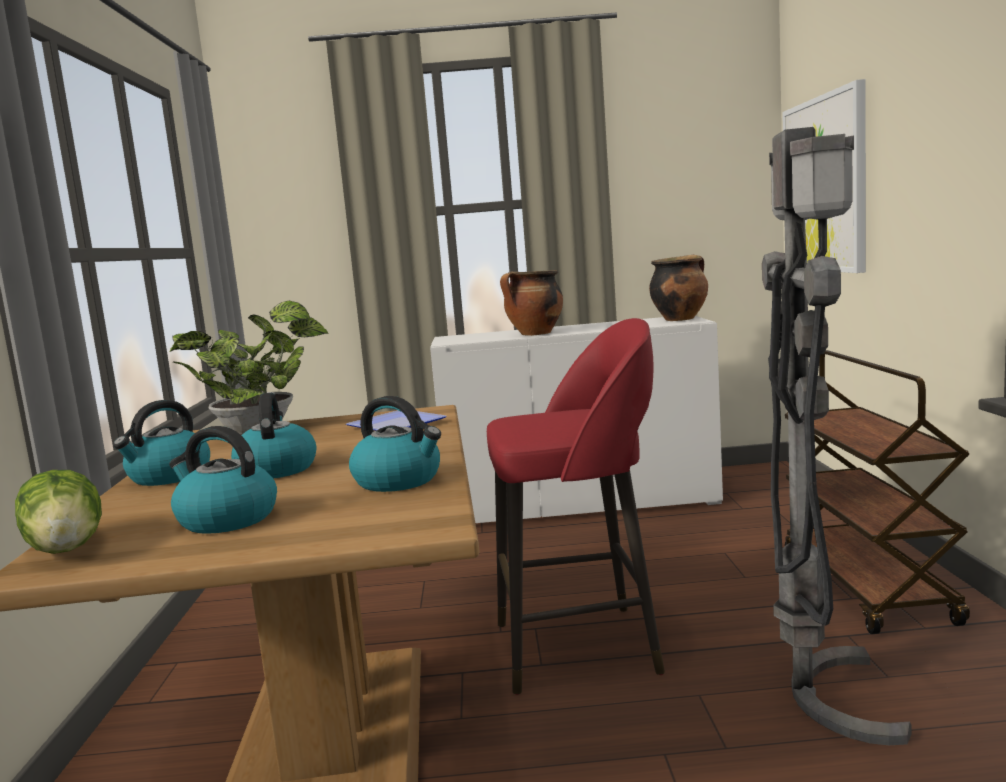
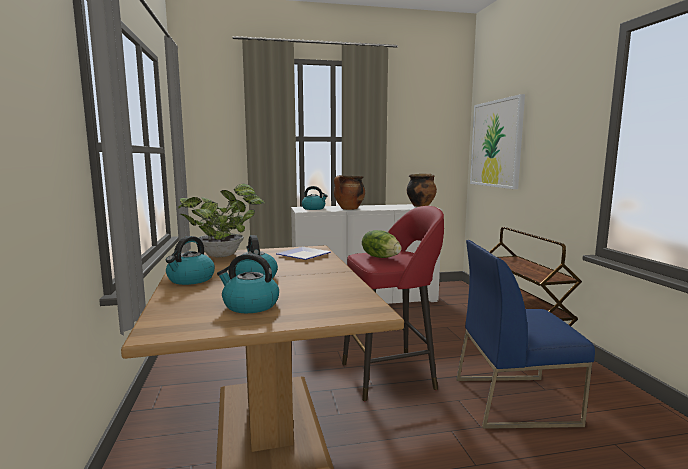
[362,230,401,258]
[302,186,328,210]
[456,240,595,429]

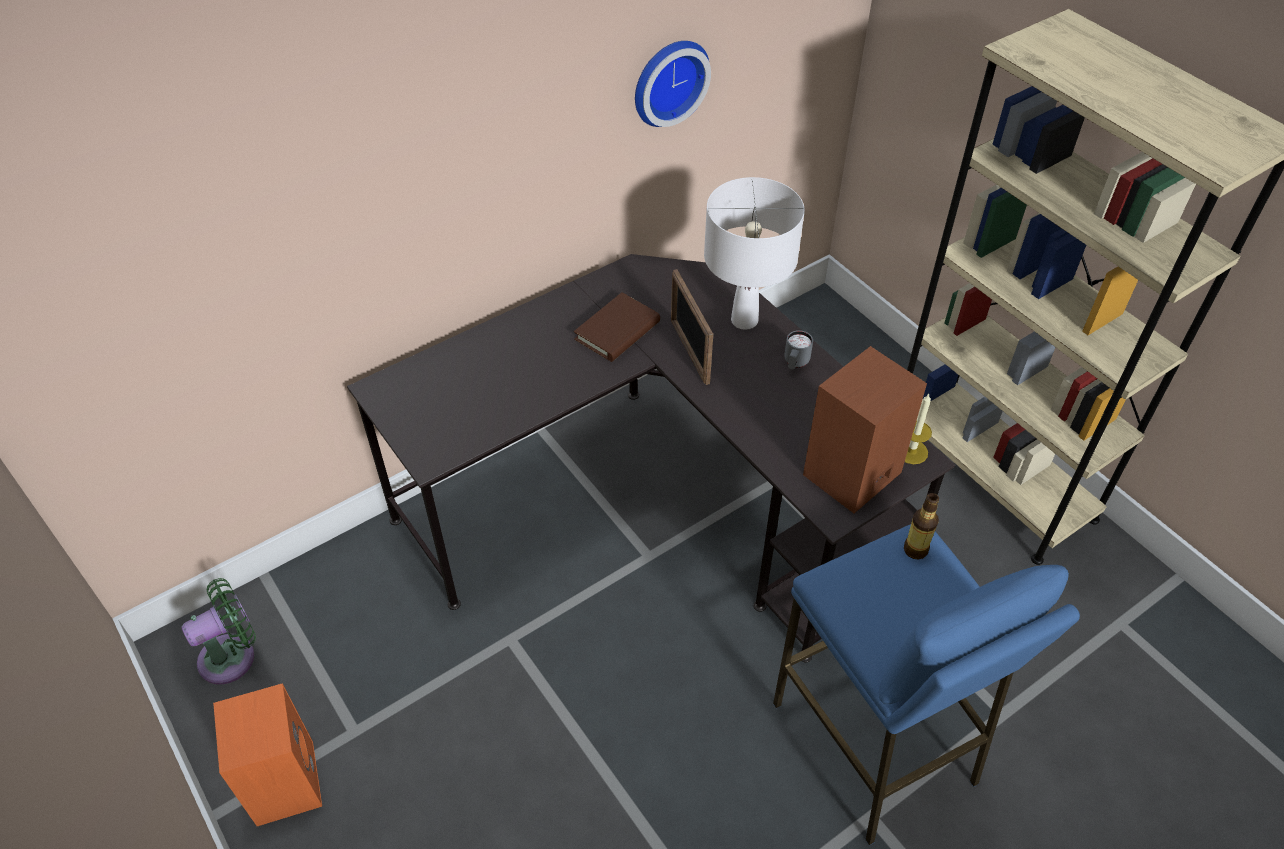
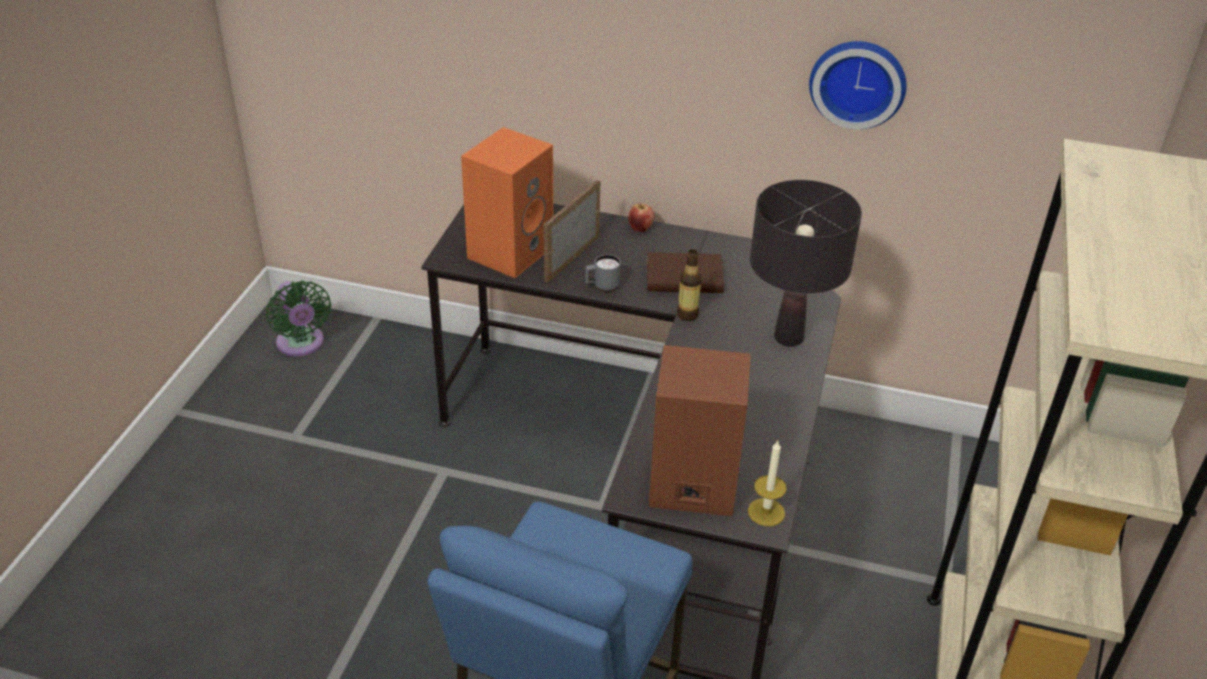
[266,281,331,356]
[461,127,553,278]
[544,180,600,283]
[750,180,862,347]
[585,254,621,292]
[677,249,702,321]
[628,204,654,232]

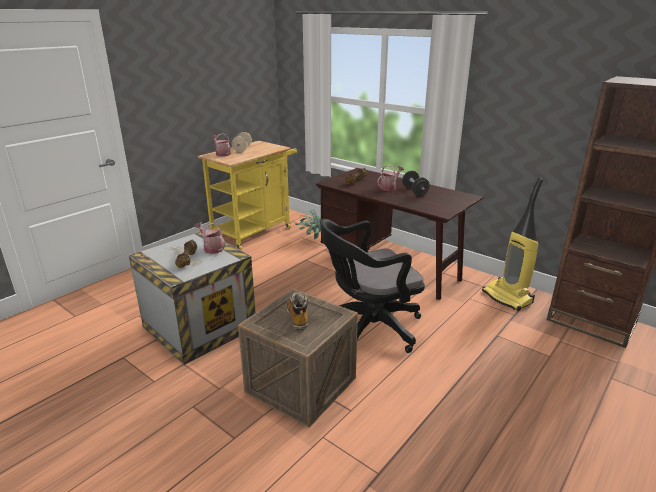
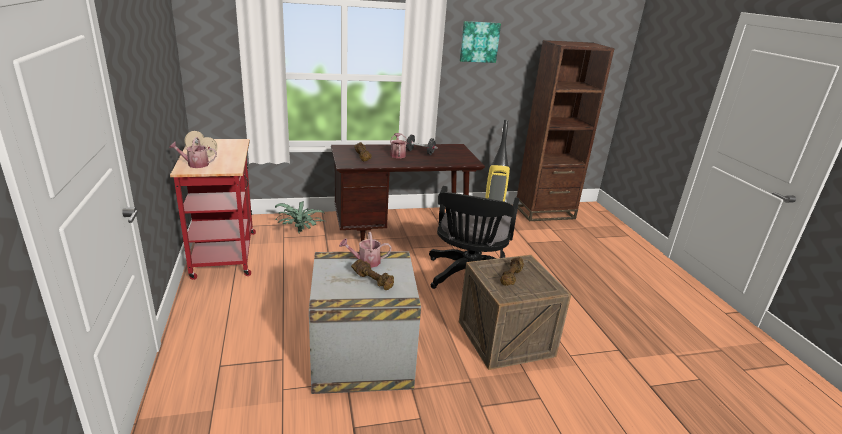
[170,139,256,280]
[500,257,524,286]
[460,21,501,63]

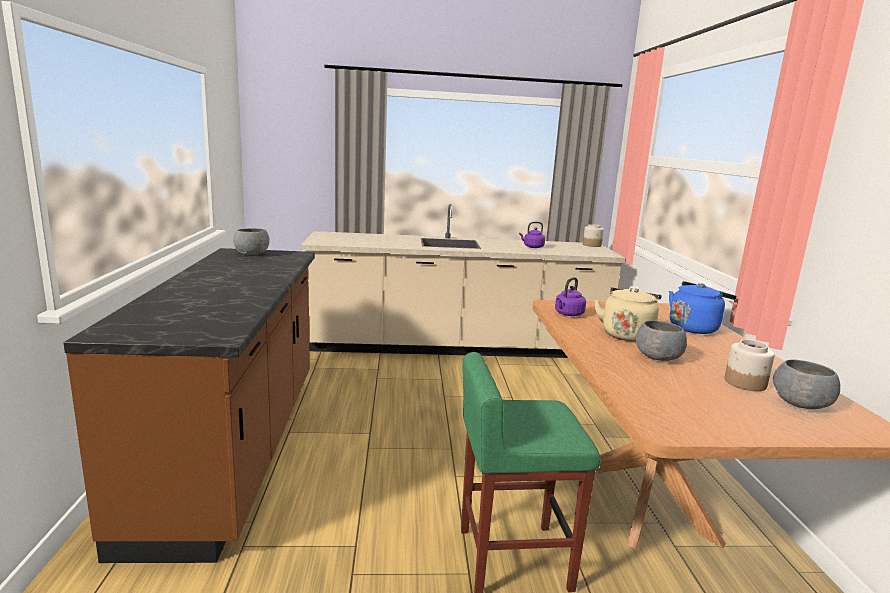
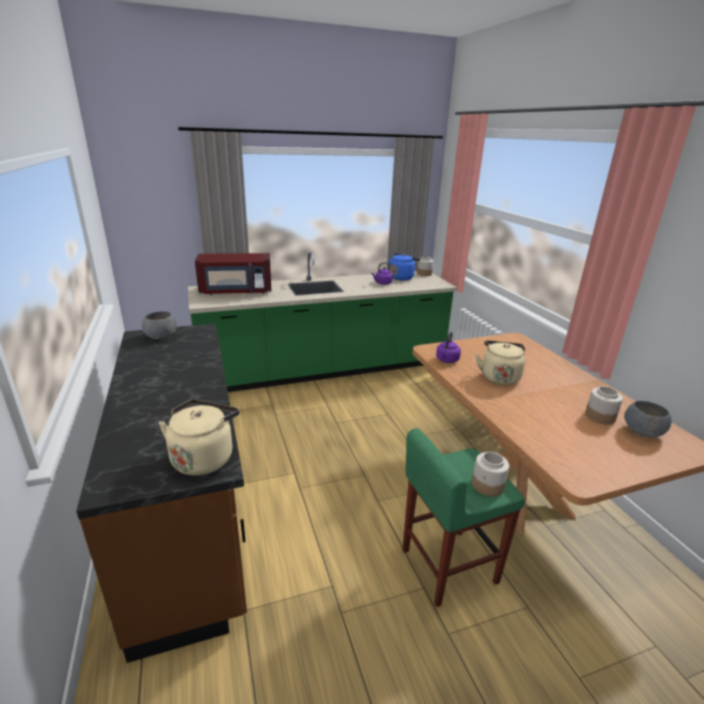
[188,252,457,392]
[636,320,687,361] (first image)
[388,253,420,280]
[159,399,239,476]
[195,253,271,295]
[472,452,509,496]

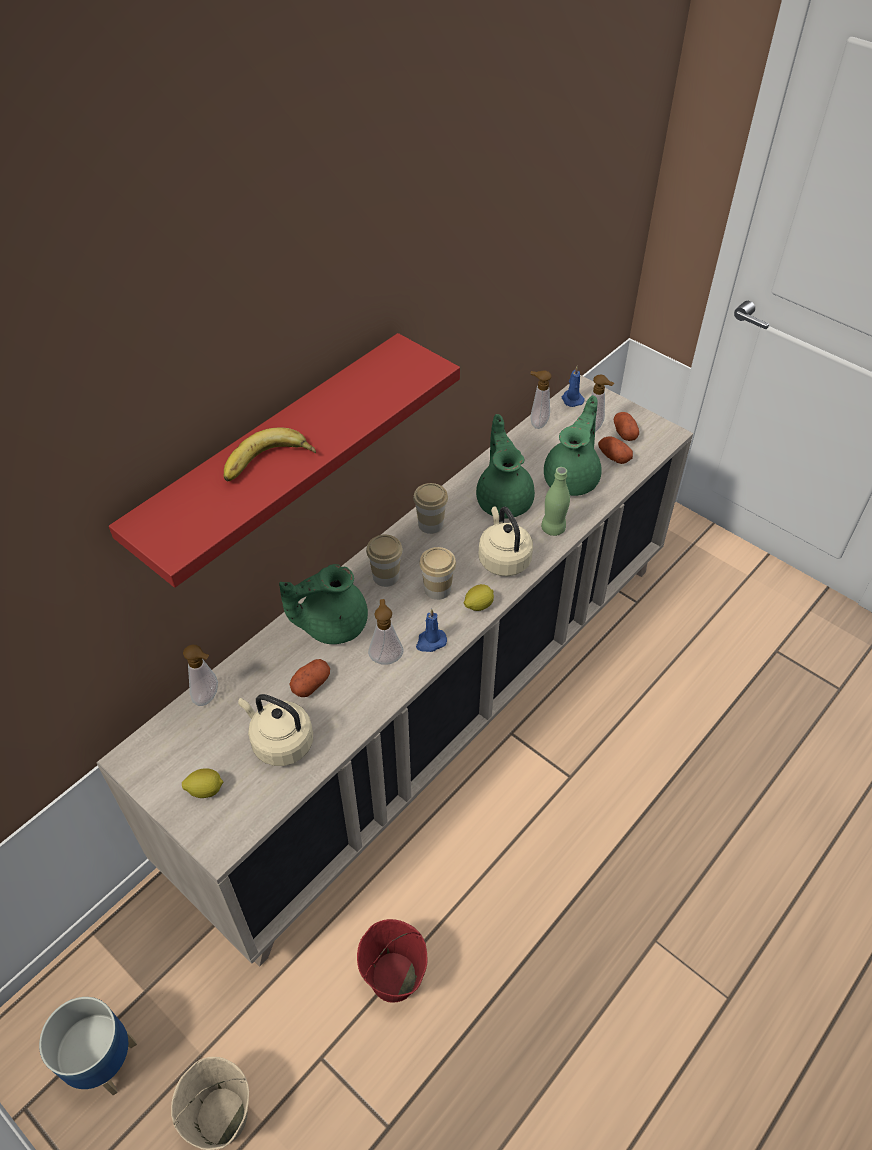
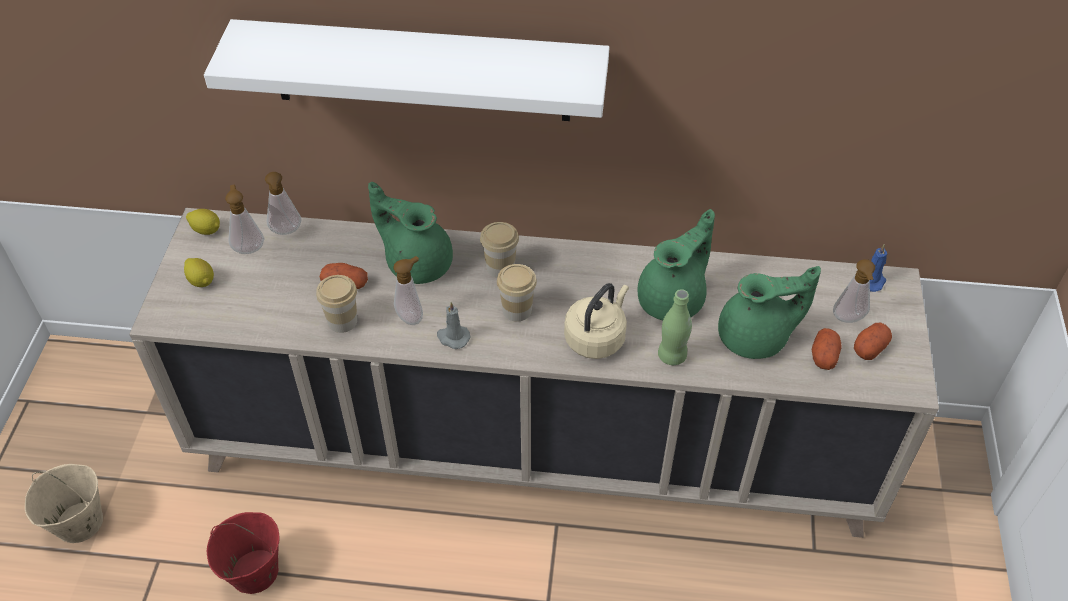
[39,997,137,1095] (first image)
[204,19,609,121]
[224,428,316,481] (first image)
[238,694,313,766] (first image)
[316,275,357,333]
[437,302,471,349]
[186,209,220,235]
[225,185,265,254]

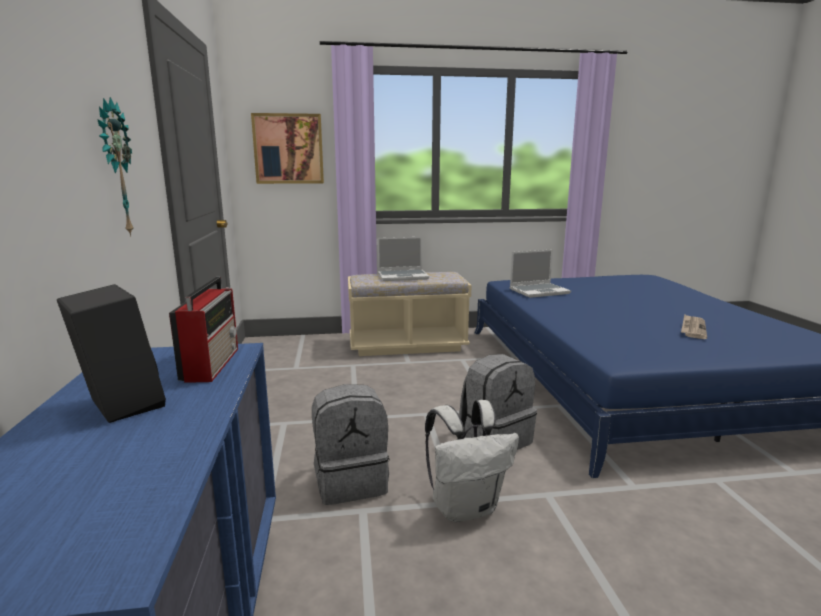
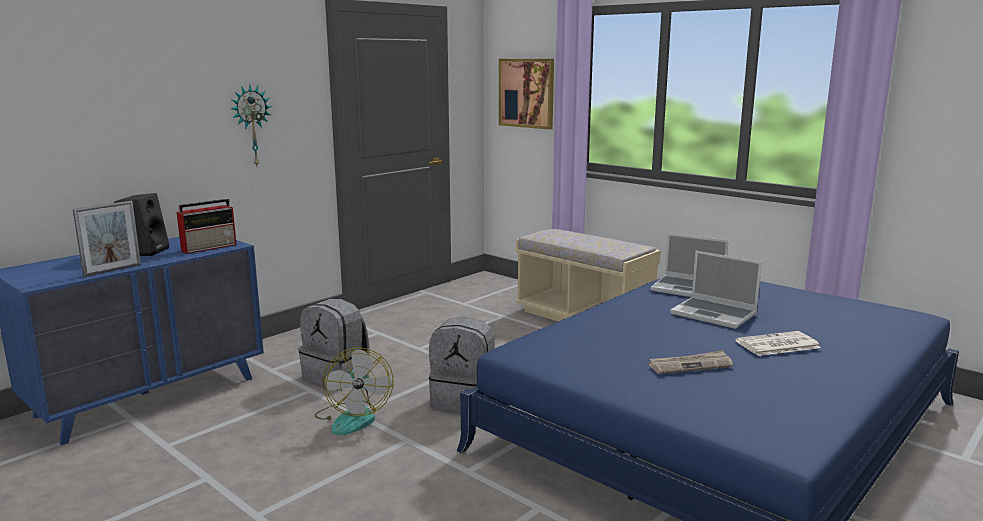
[670,251,762,329]
[315,348,393,435]
[73,201,141,277]
[735,331,821,356]

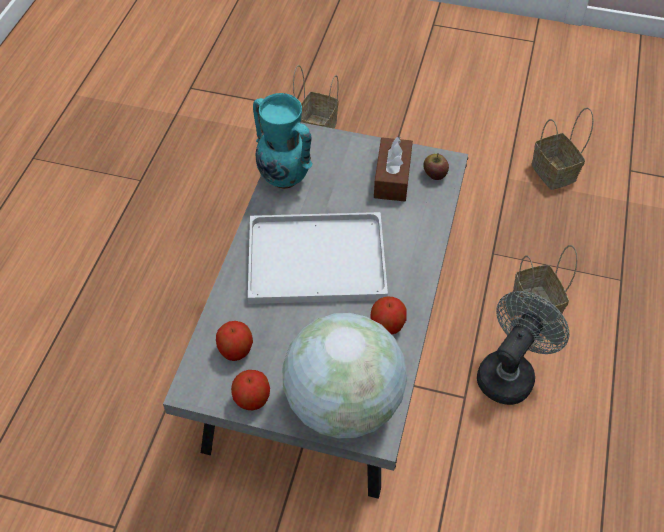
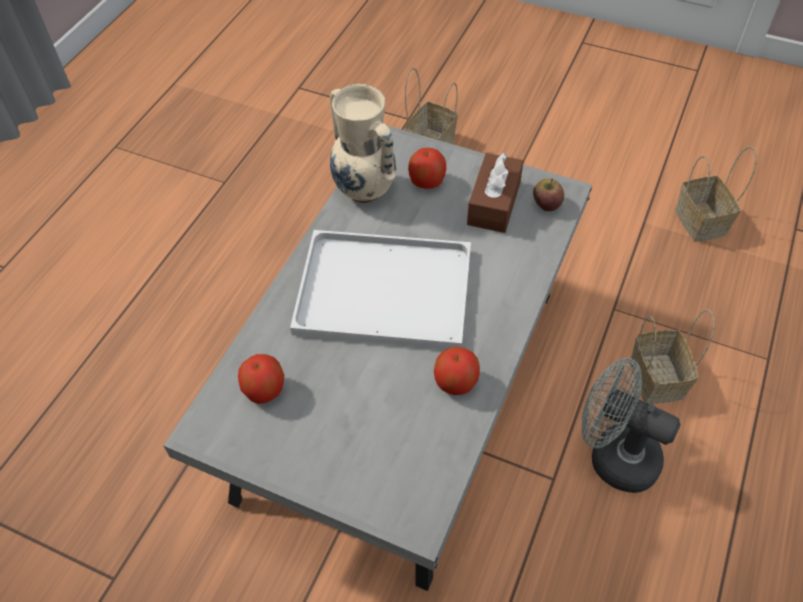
[408,148,446,189]
[330,84,396,203]
[283,313,407,439] (first image)
[582,358,681,493]

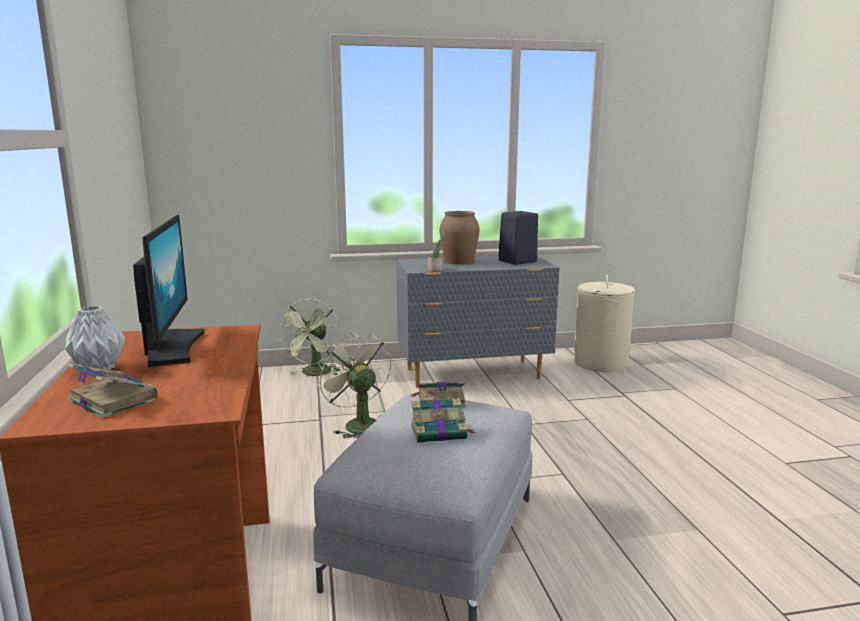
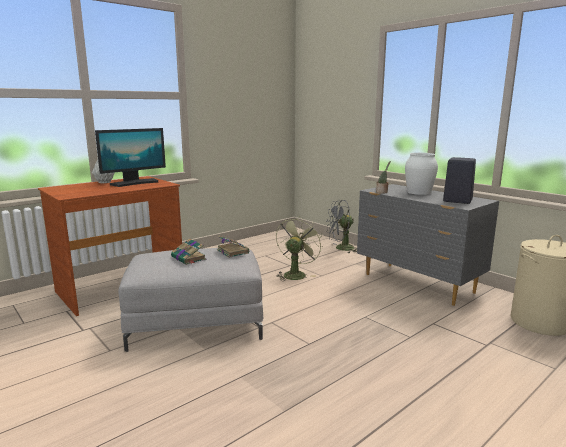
[68,363,158,418] (first image)
[326,200,357,253]
[405,153,438,195]

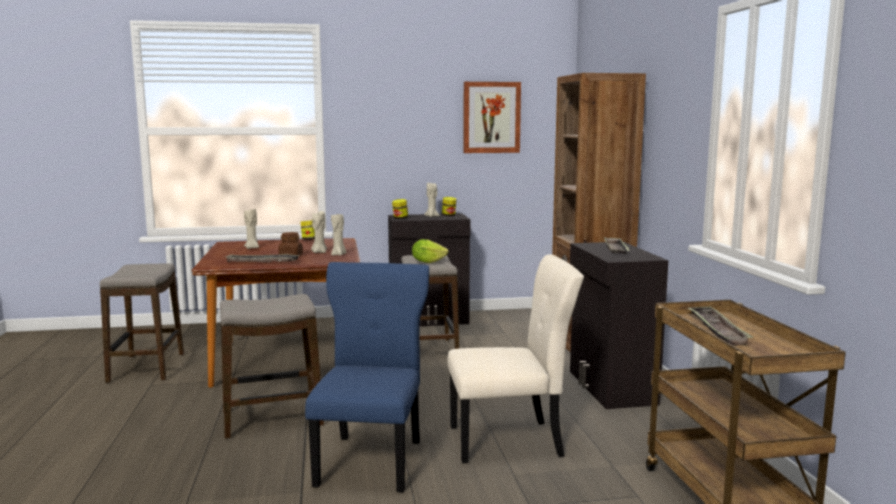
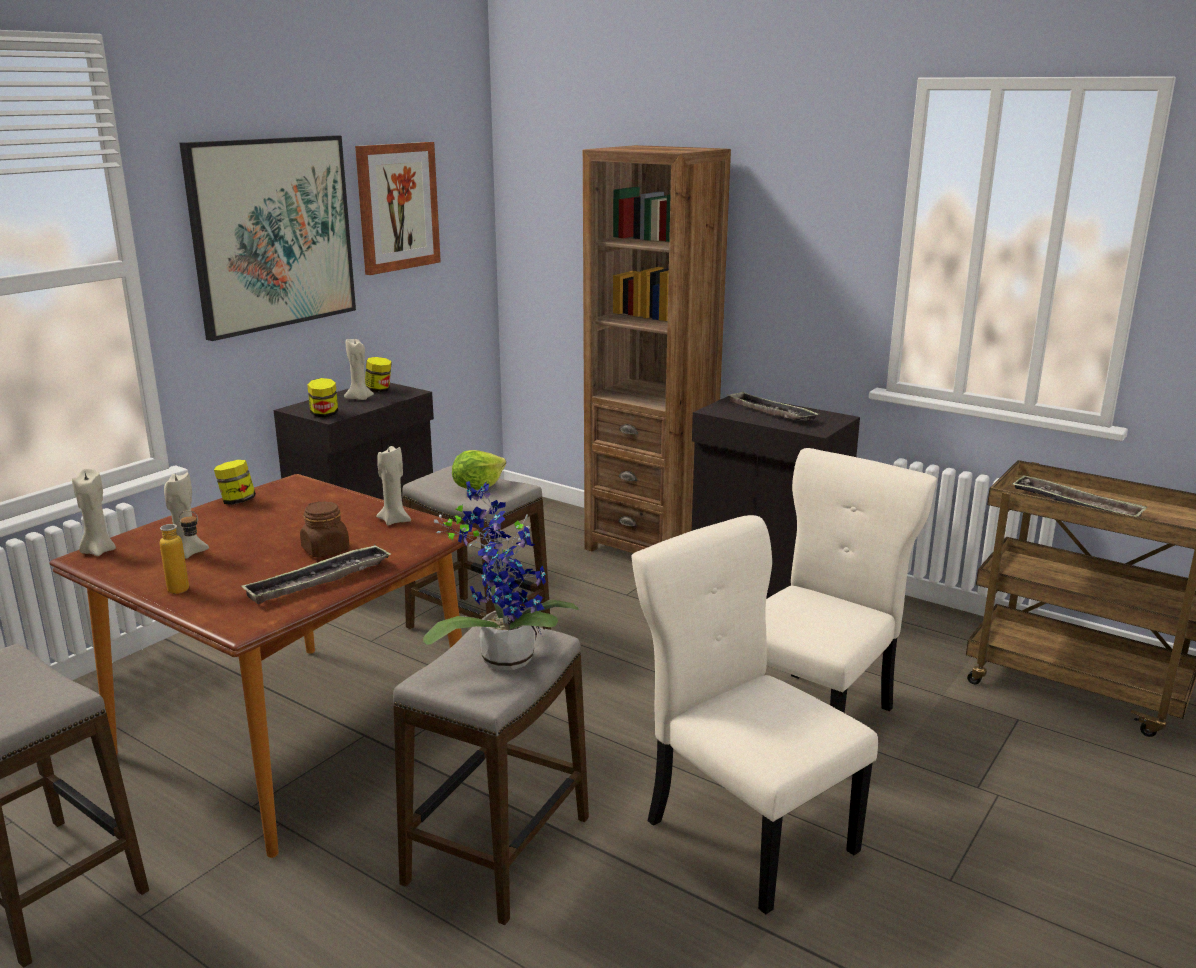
[632,515,878,915]
[72,469,116,556]
[160,510,198,594]
[179,135,356,341]
[423,481,579,670]

